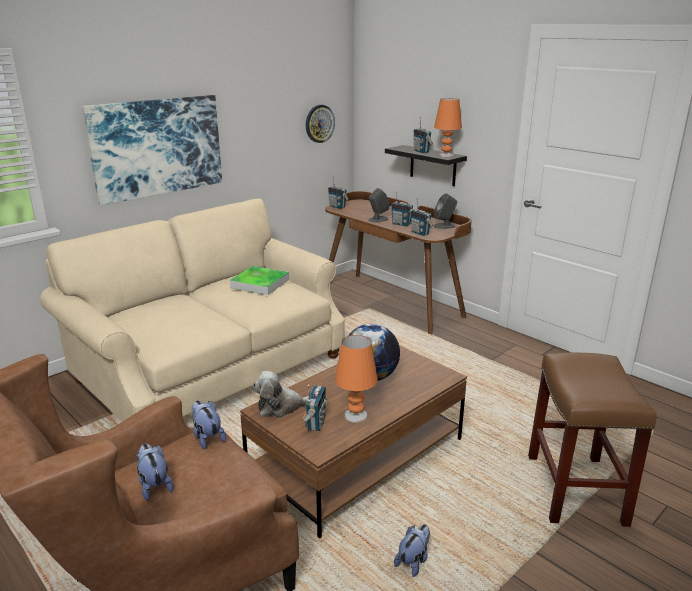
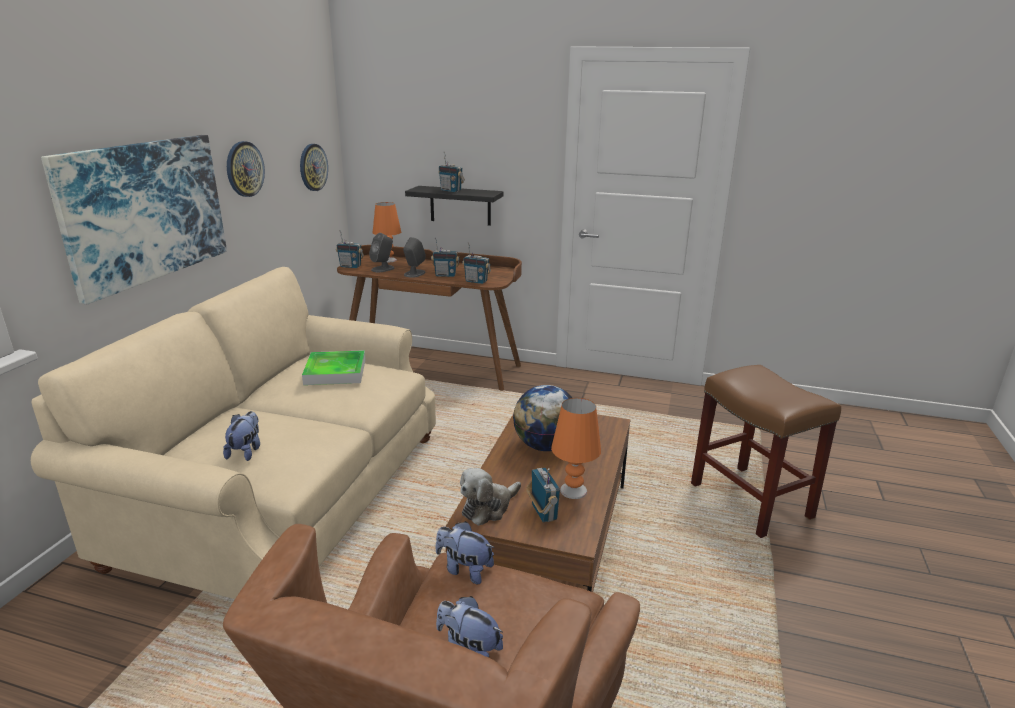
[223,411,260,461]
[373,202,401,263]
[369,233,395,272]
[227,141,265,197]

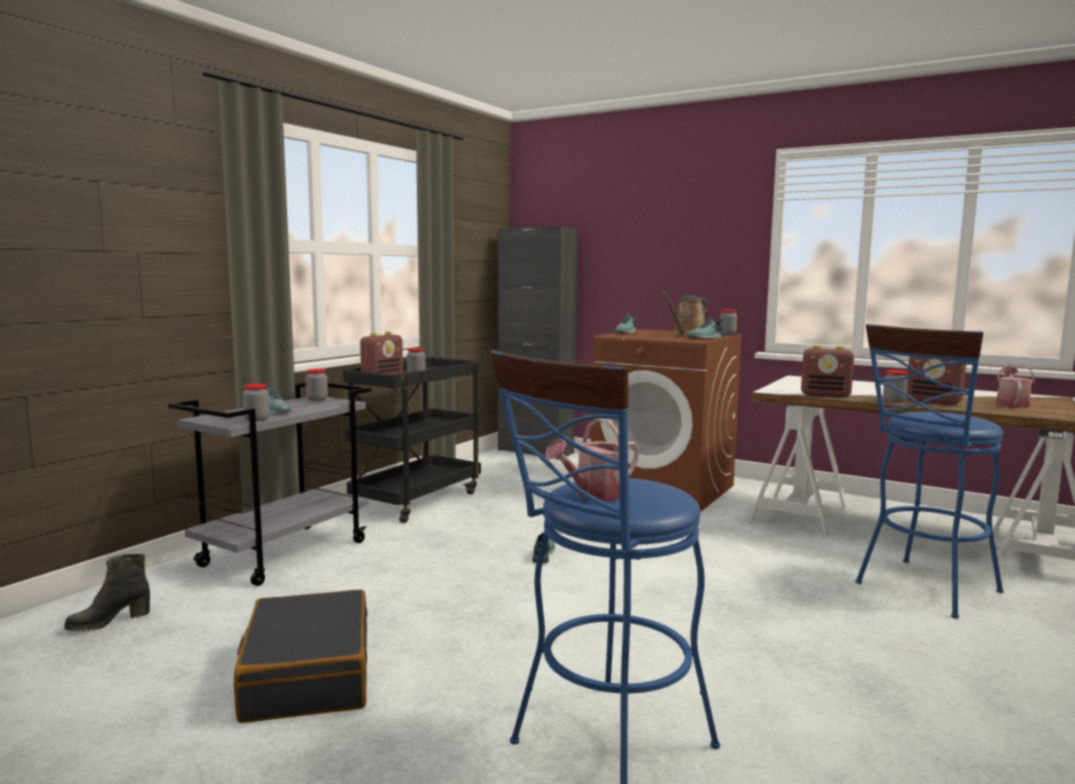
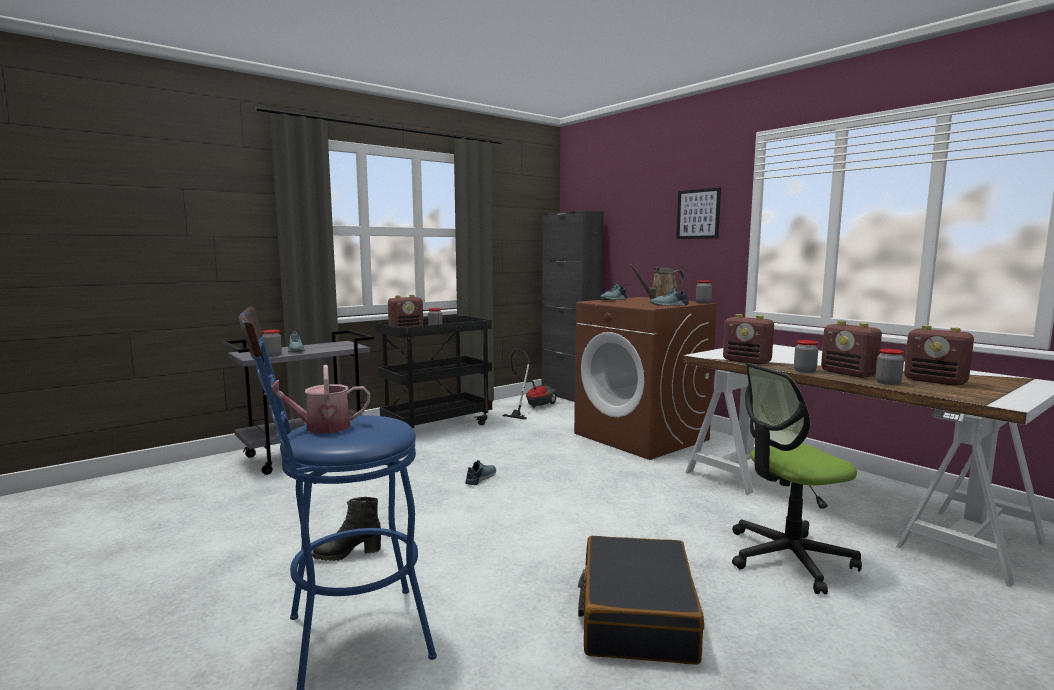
[312,497,381,561]
[578,536,704,665]
[875,349,904,385]
[732,363,862,594]
[904,325,974,386]
[503,349,557,420]
[676,187,721,239]

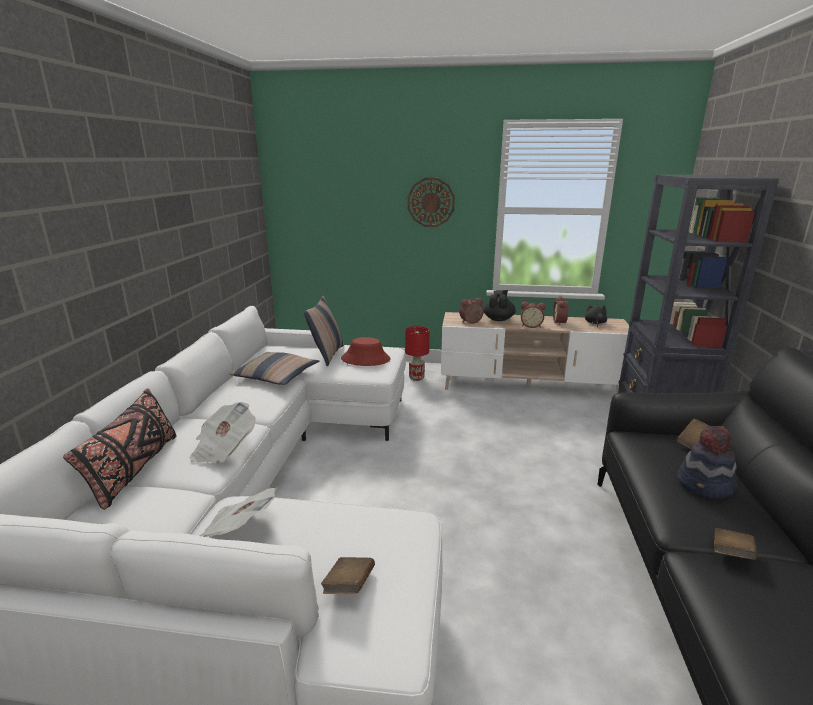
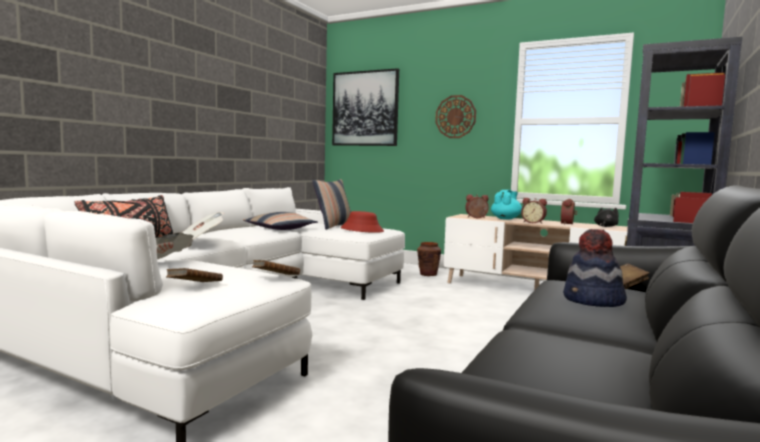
[417,242,441,276]
[491,190,522,219]
[252,260,300,275]
[332,68,399,146]

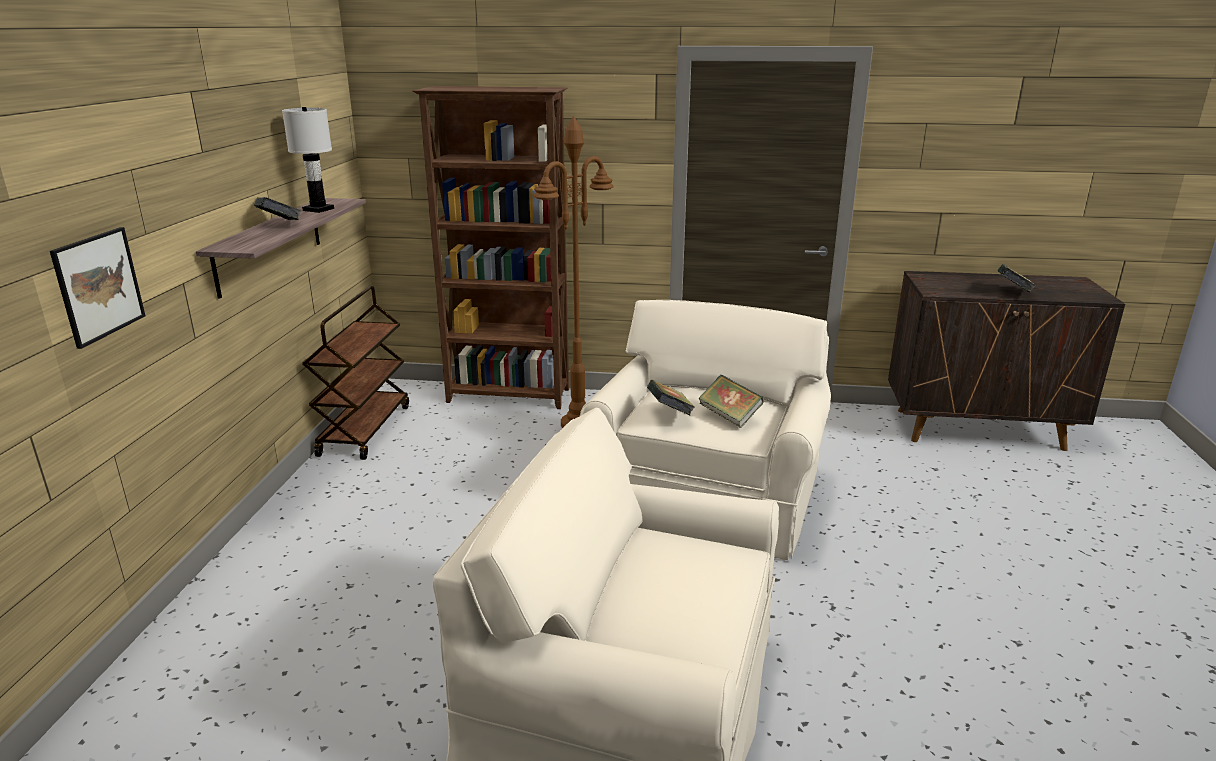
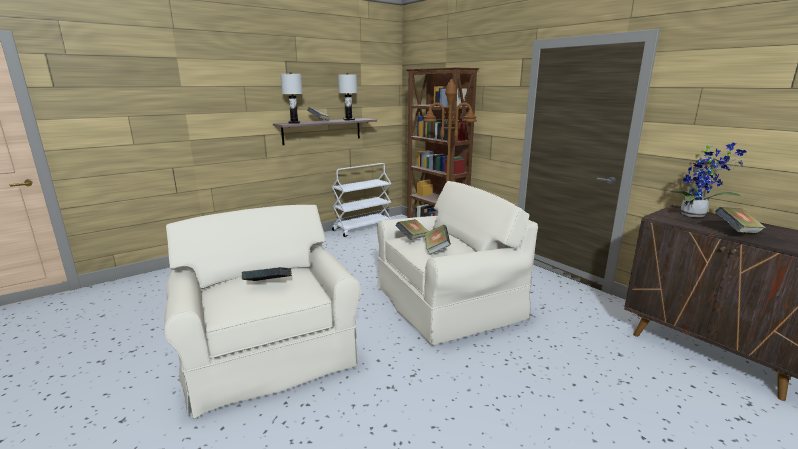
[50,227,145,349] (first image)
[332,163,391,237]
[242,267,292,281]
[280,73,303,124]
[675,143,746,217]

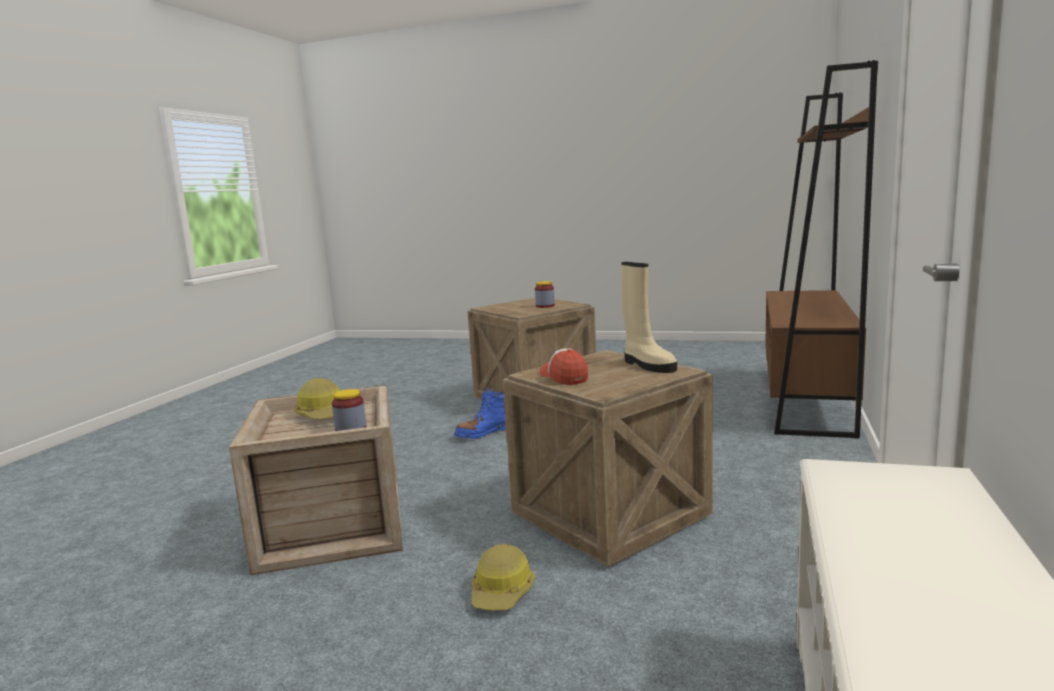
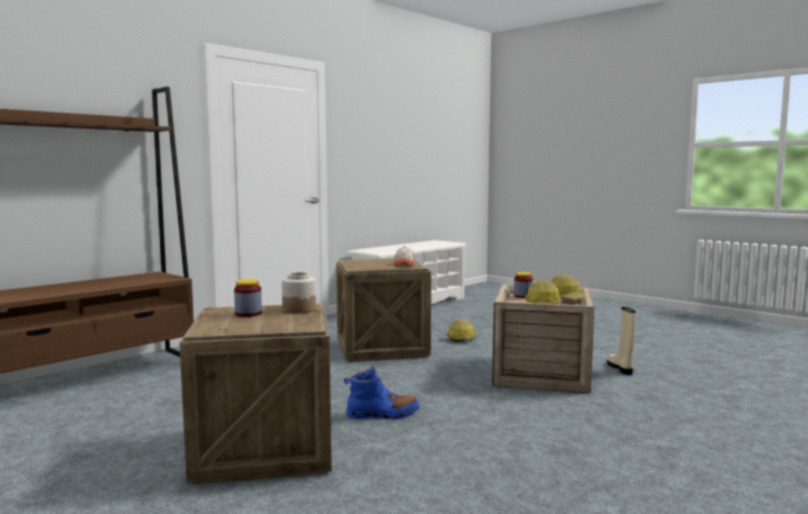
[607,307,635,375]
[282,272,316,313]
[551,274,584,299]

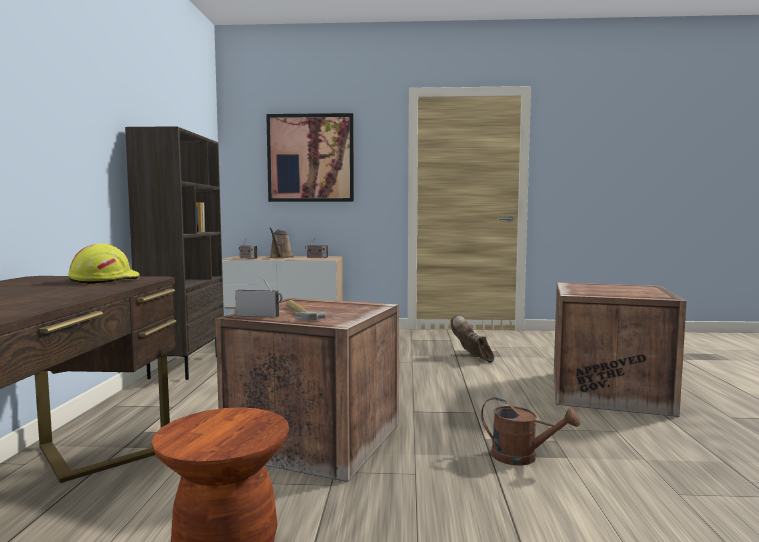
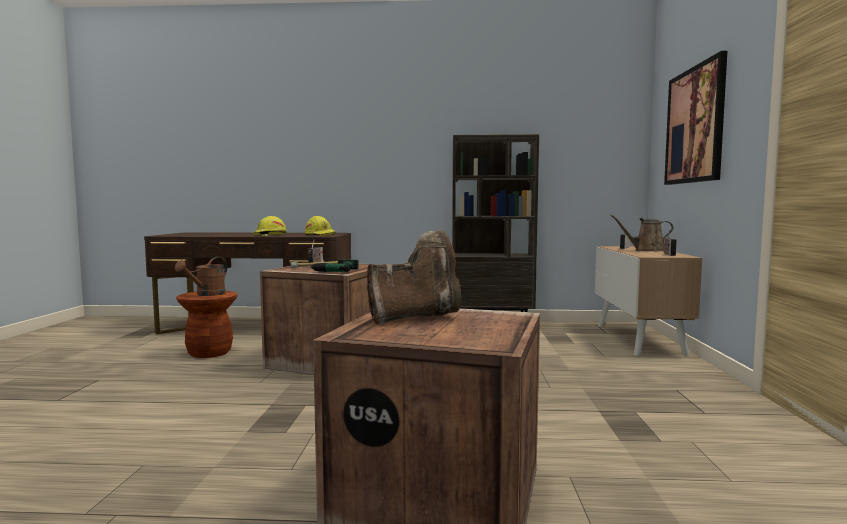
[367,230,461,324]
[175,257,227,296]
[252,216,287,236]
[310,259,359,272]

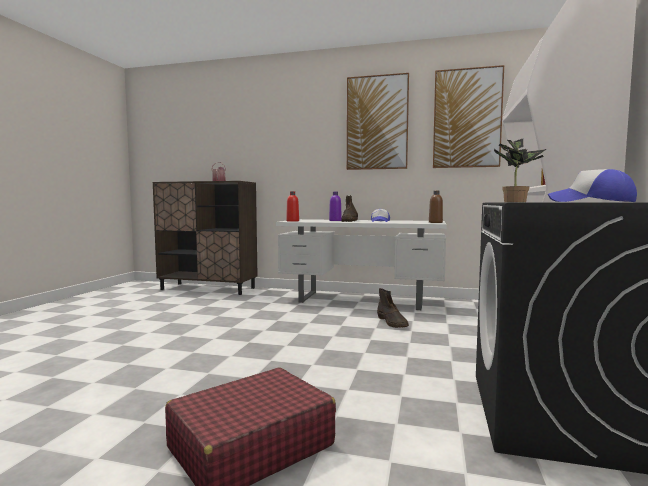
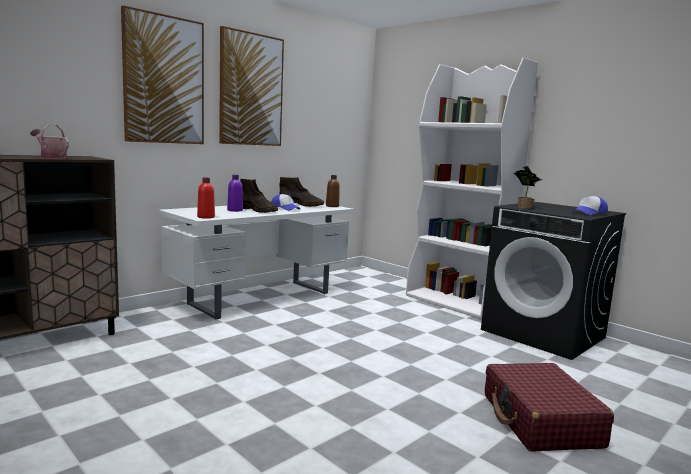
[280,177,324,207]
[121,5,204,144]

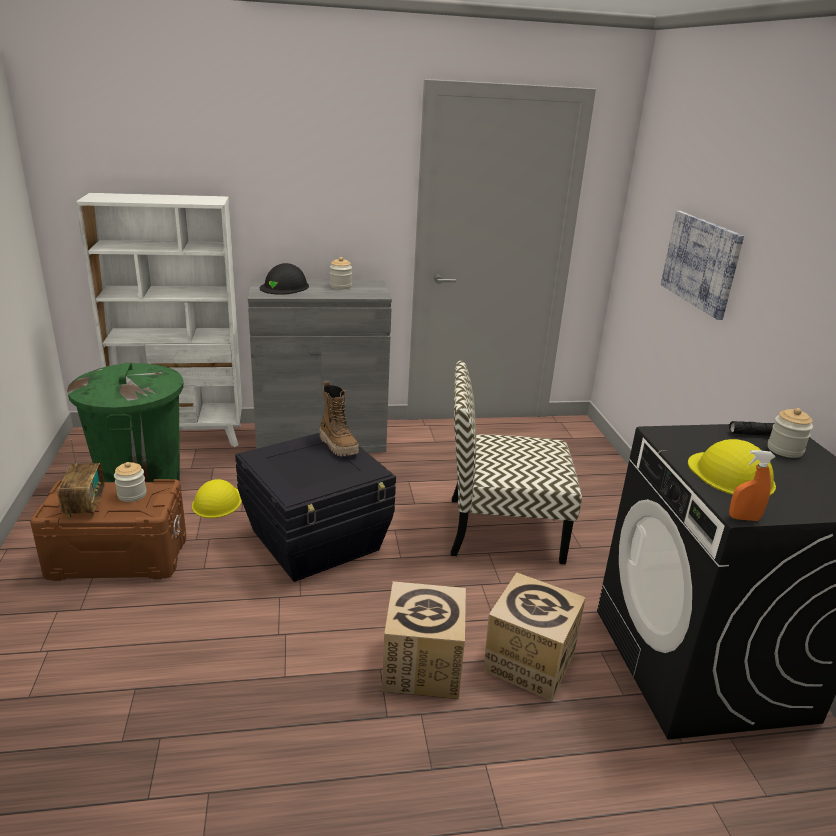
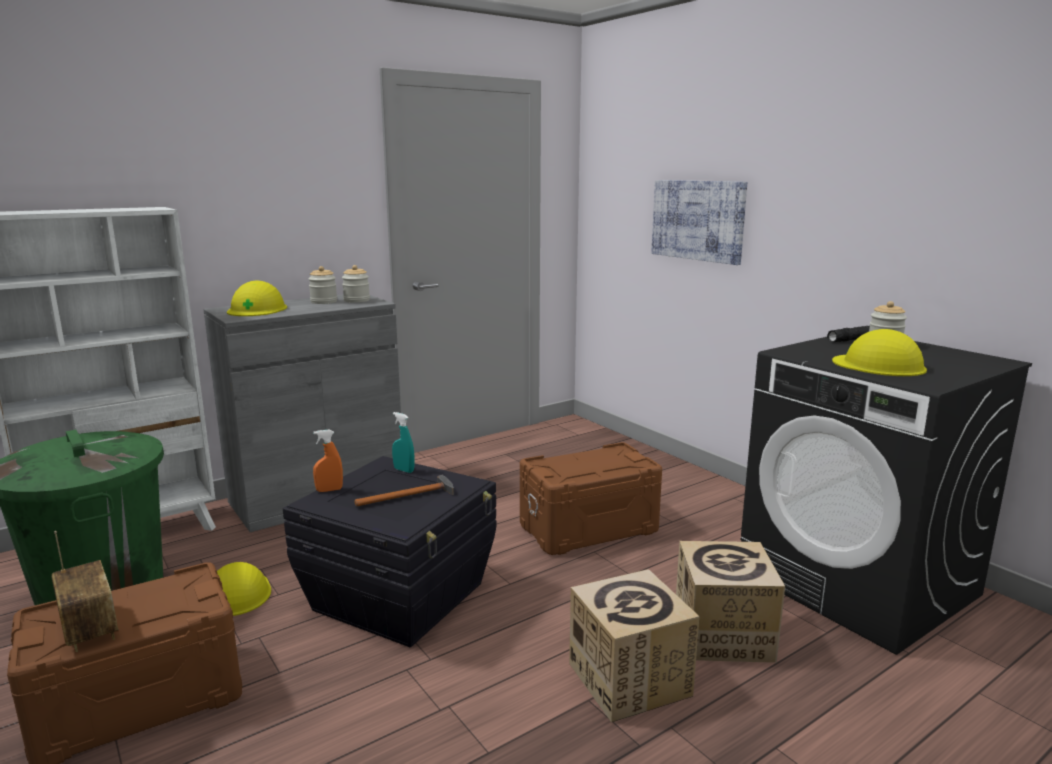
[342,265,370,303]
[227,280,287,316]
[392,412,415,473]
[520,442,662,555]
[313,430,343,492]
[354,475,454,506]

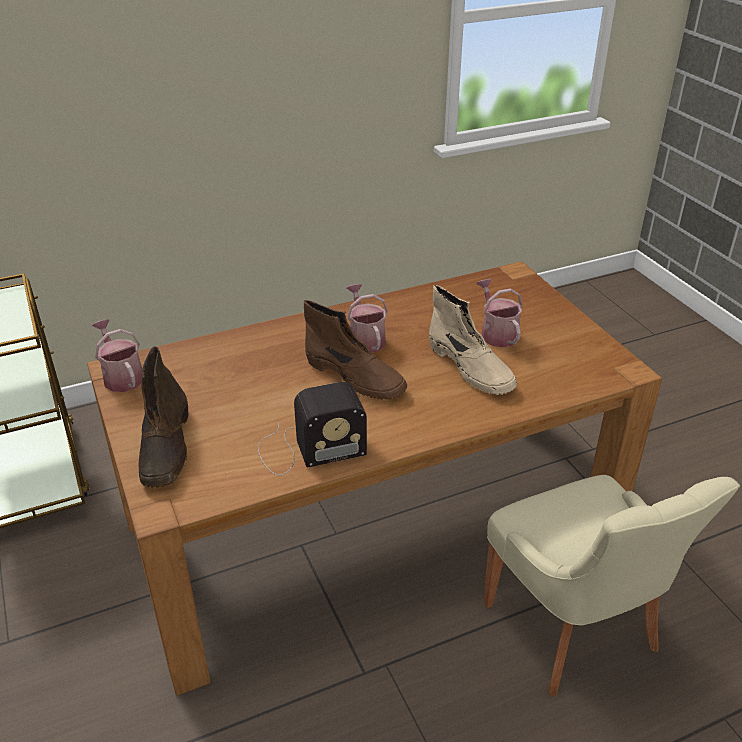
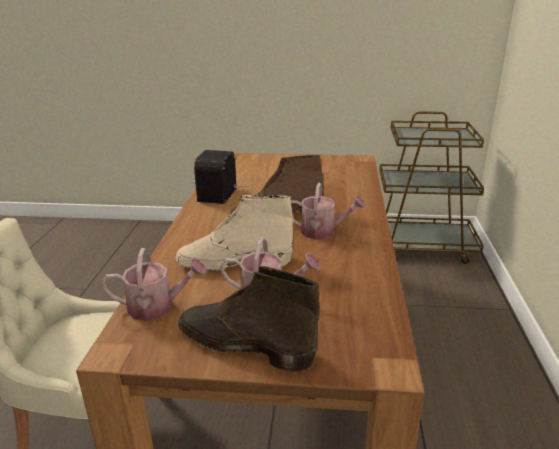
[101,248,207,321]
[178,266,320,372]

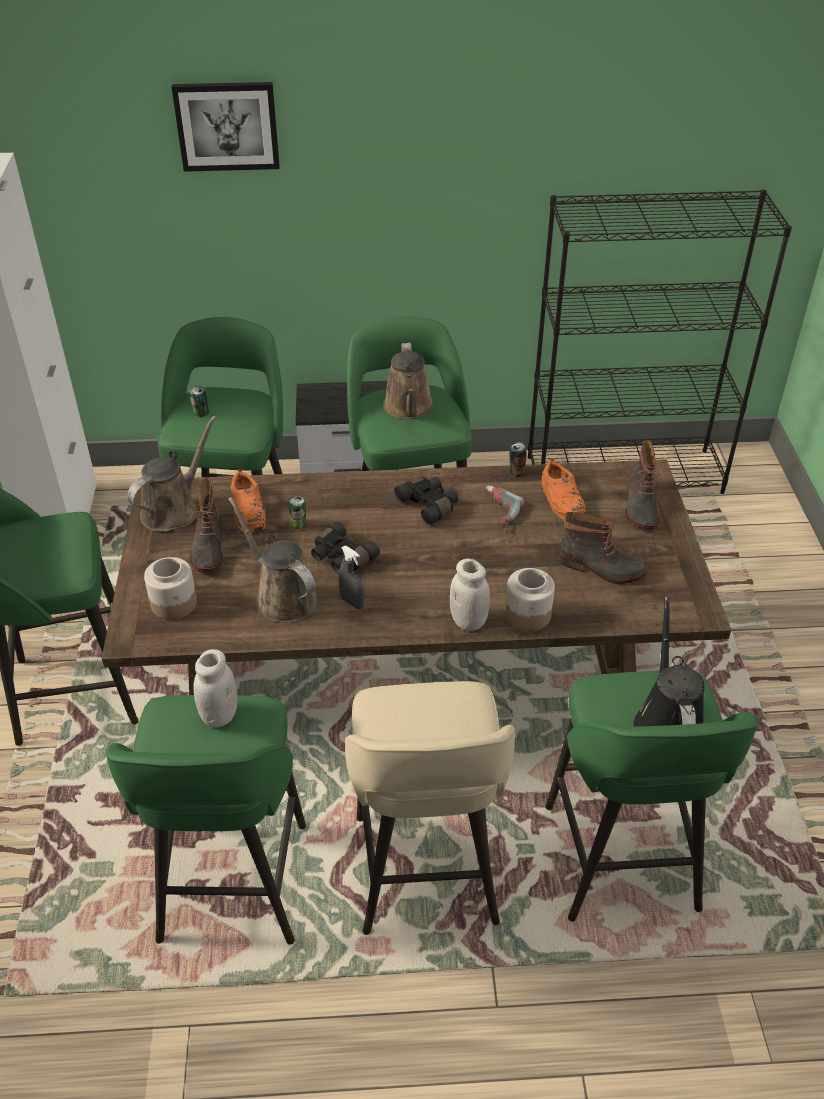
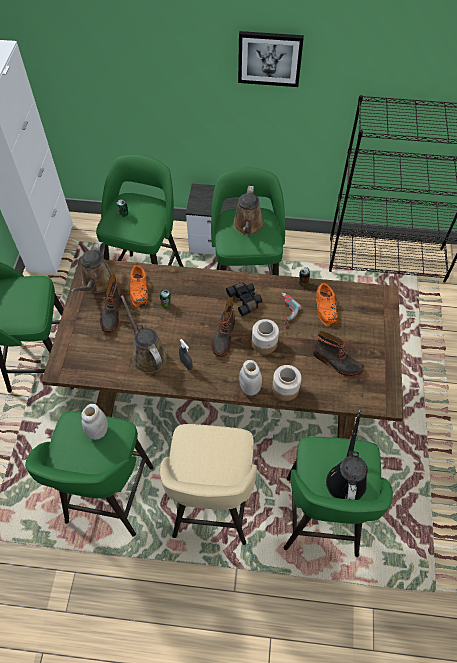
[70,241,114,293]
[252,319,279,354]
[238,31,304,87]
[311,521,380,573] (first image)
[211,297,235,357]

